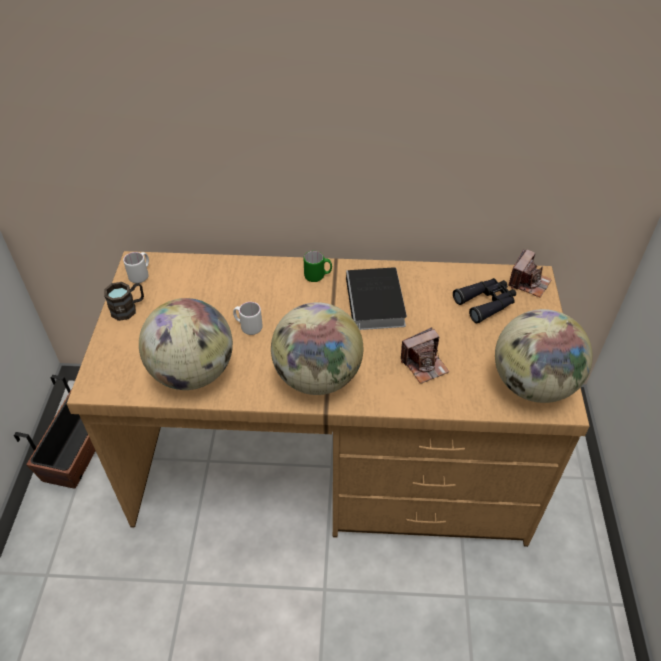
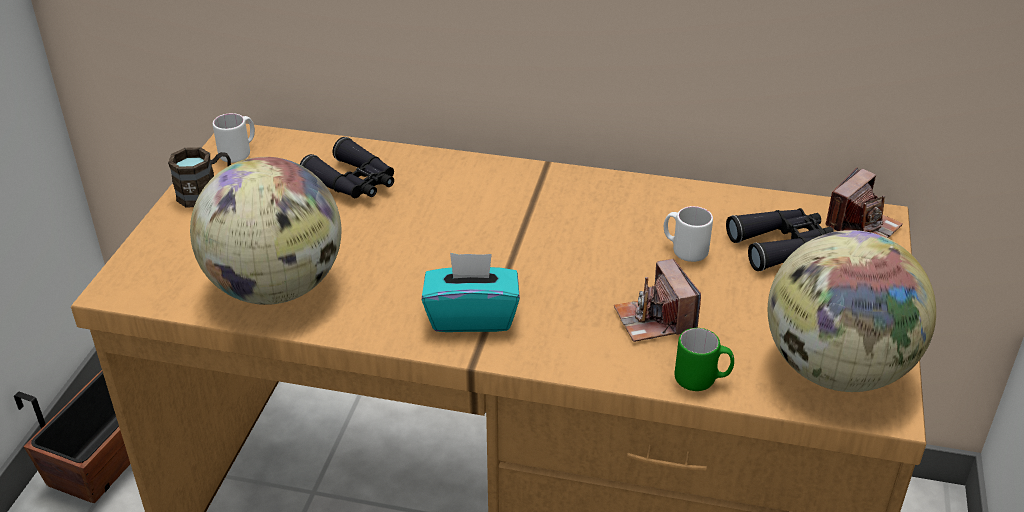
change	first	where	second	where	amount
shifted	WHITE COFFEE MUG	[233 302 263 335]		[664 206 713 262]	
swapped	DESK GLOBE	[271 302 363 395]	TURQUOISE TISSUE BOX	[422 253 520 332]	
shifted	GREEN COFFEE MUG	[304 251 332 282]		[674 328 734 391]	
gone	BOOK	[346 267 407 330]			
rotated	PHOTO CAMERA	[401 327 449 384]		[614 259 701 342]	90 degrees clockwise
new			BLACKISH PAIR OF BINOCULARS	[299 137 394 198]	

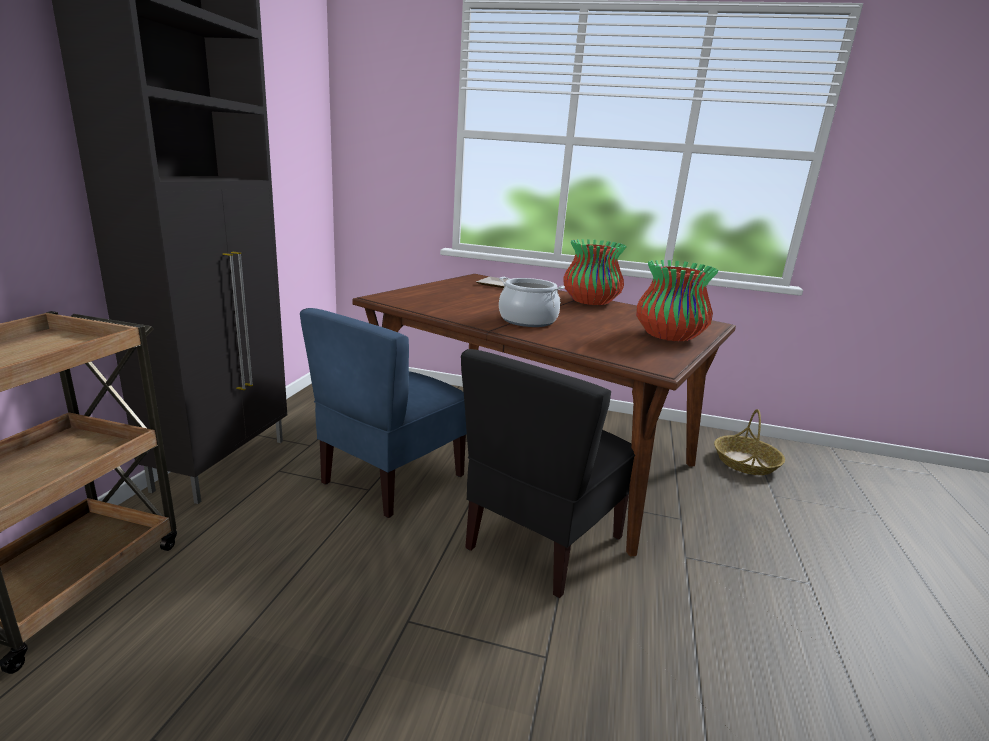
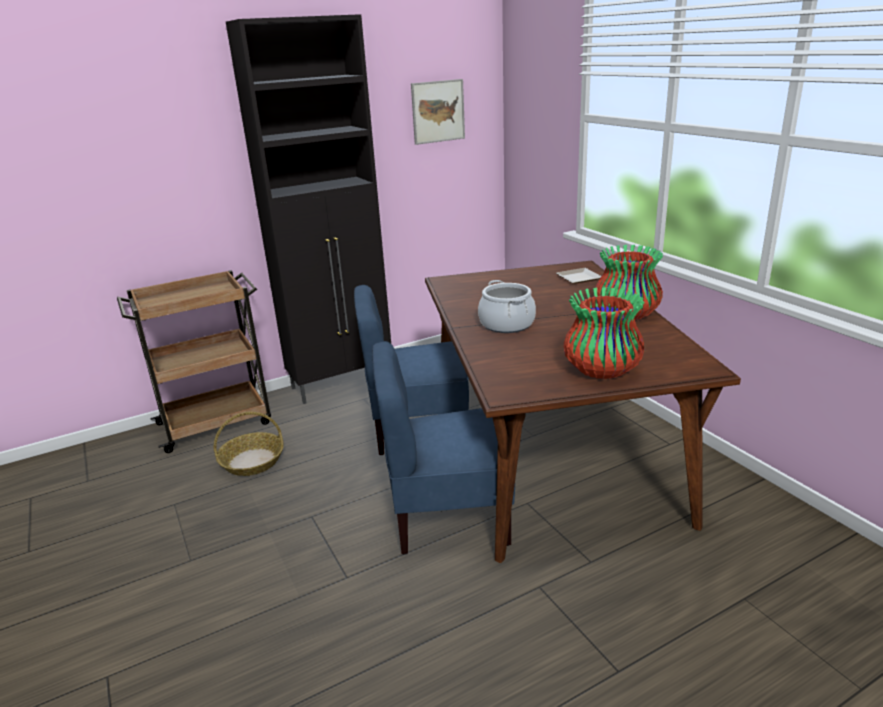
change	first	where	second	where	amount
repainted	BLACKISH PLAIN CHAIR	[461 349 635 598]	BLUE PLAIN CHAIR	[372 341 515 554]	
shifted	BASKET	[714 409 785 475]		[214 412 284 476]	
new			WALL PICTURE	[411 79 465 145]	

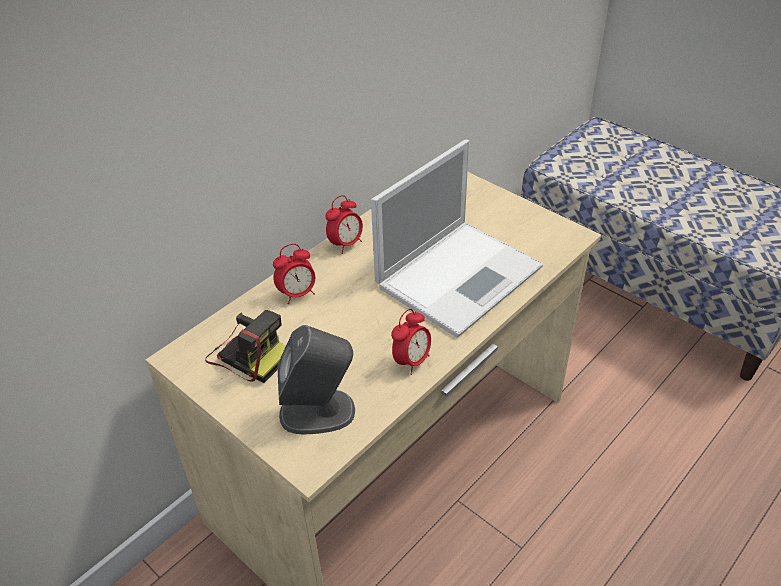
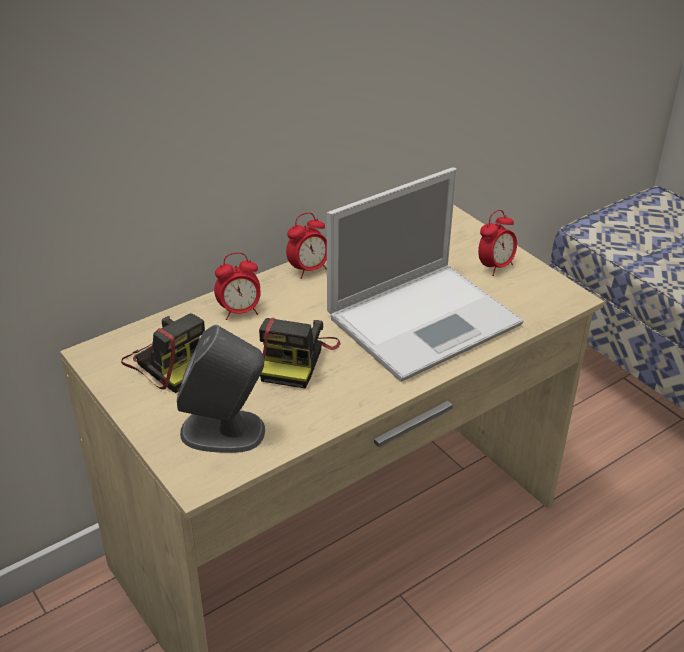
change	first	where	second	where	amount
shifted	BEDSIDE CLOCK	[391 309 431 375]		[478 210 517 276]	
new			PHOTO CAMERA	[259 318 340 389]	

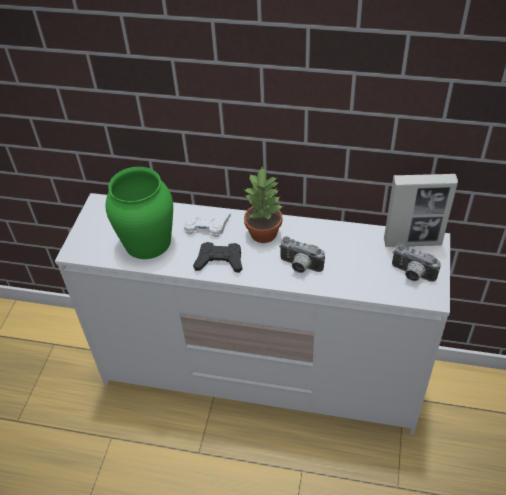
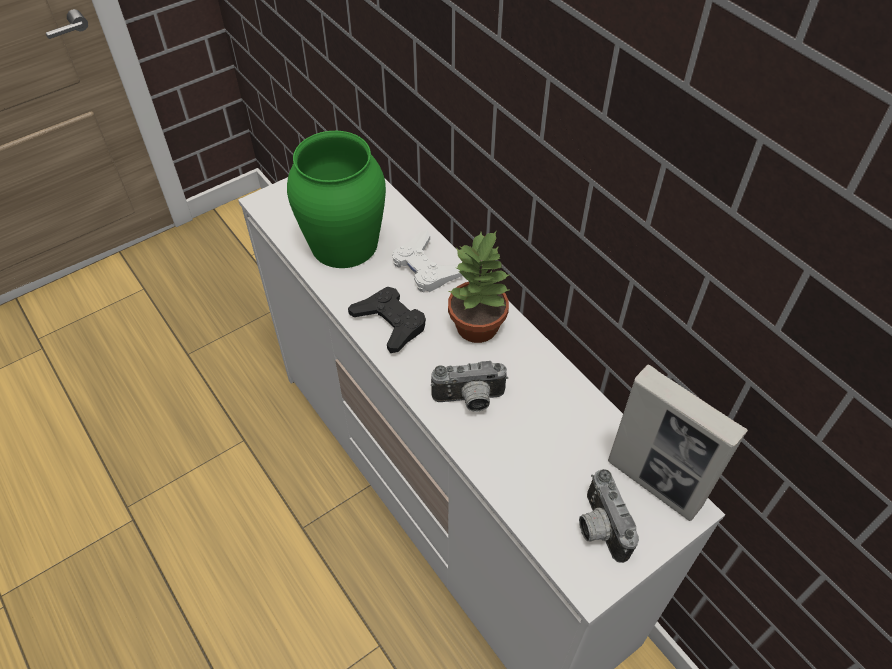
change	first	where	second	where	amount
rotated	PHOTO CAMERA	[279 236 325 273]		[431 361 508 412]	75 degrees counterclockwise

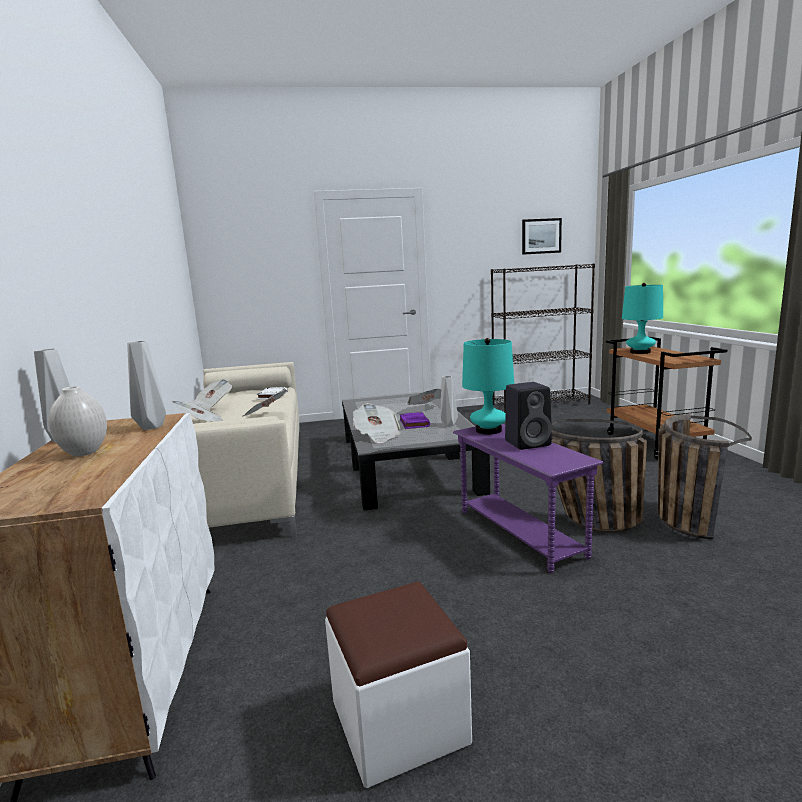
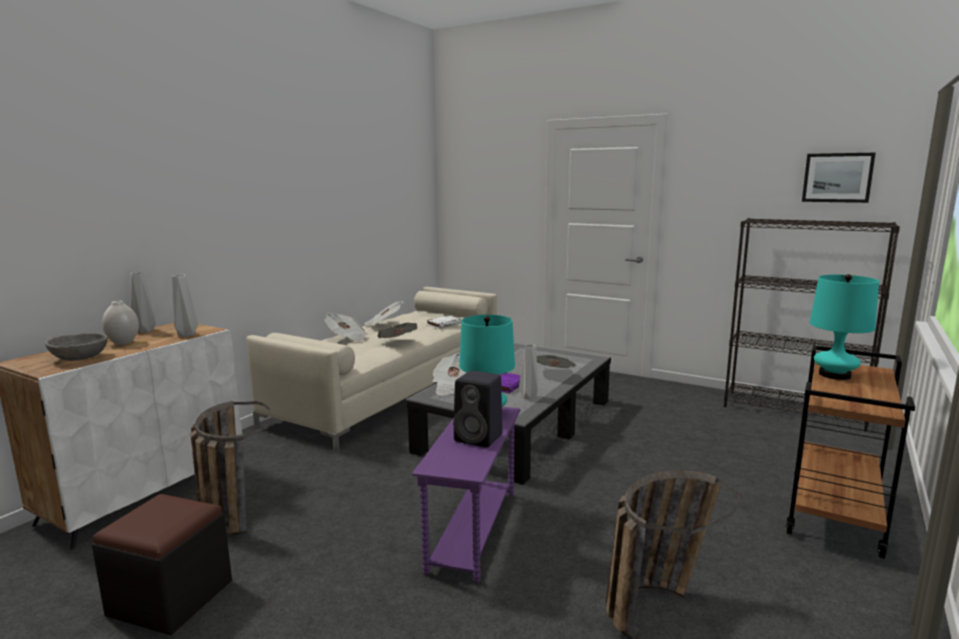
change	first	where	second	where	amount
repainted	WHITE FOOTREST	[325 582 472 788]	BLACKISH FOOTREST	[92 494 232 635]	
shifted	BASKET	[551 419 647 533]		[190 401 271 535]	
new			GRAY BOWL	[45 333 108 361]	

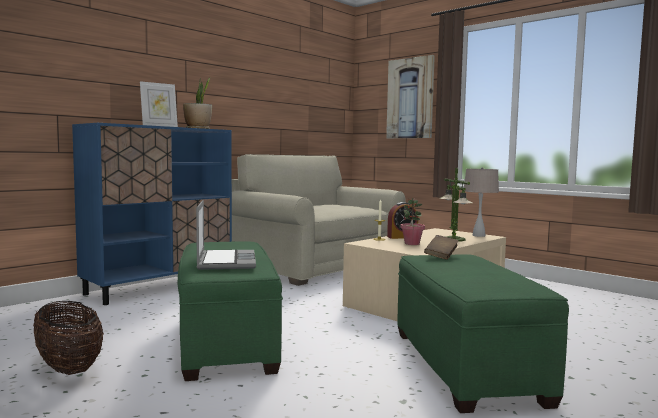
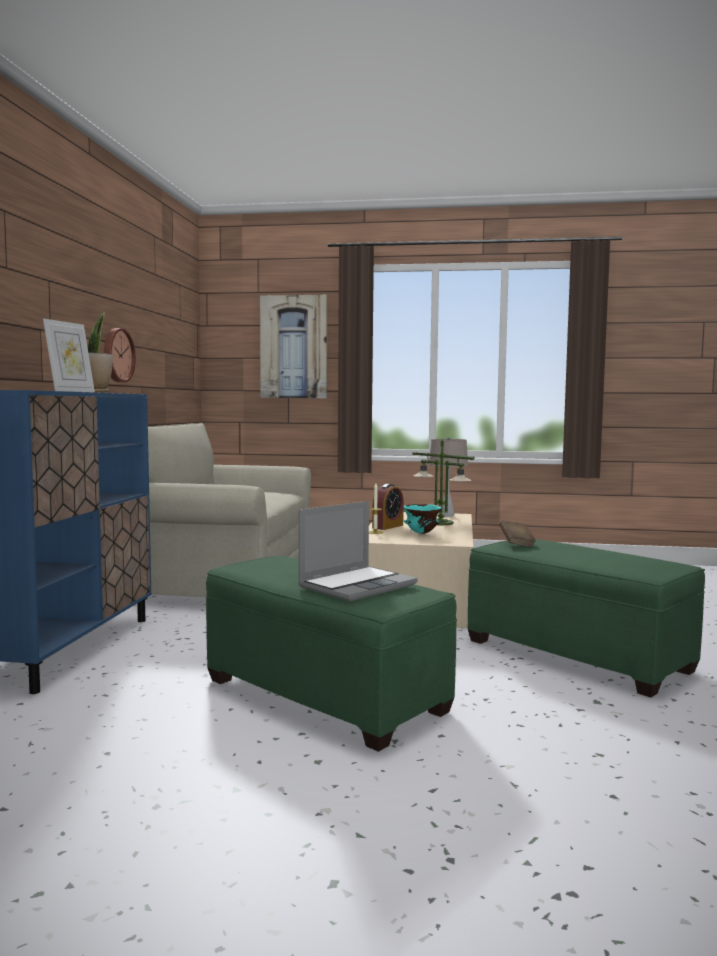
change	first	where	second	where	amount
gone	BASKET	[33 301 104 375]			
rotated	NOTEBOOK COMPUTER	[196 200 256 270]		[298 501 418 601]	90 degrees clockwise
swapped	POTTED PLANT	[401 198 425 245]	TURQUOISE BOWL	[403 504 442 534]	
new			CLOCK ON THE WALL	[104 328 136 383]	

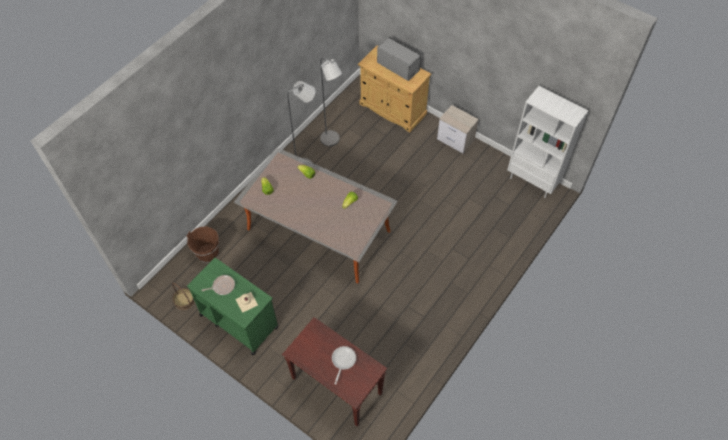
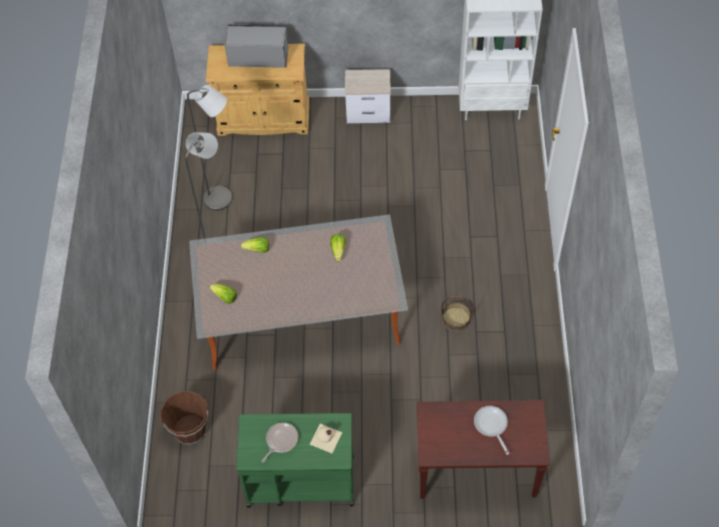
change	first	where	second	where	amount
shifted	BASKET	[172 283 195 310]		[441 296 473 332]	

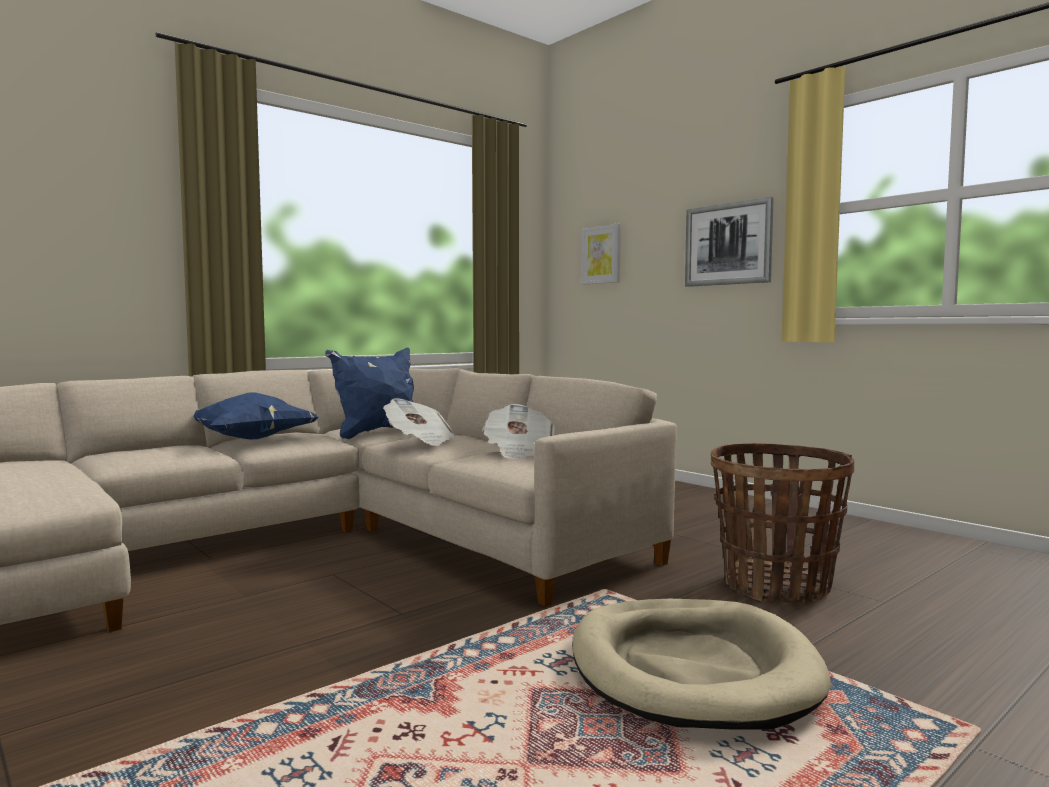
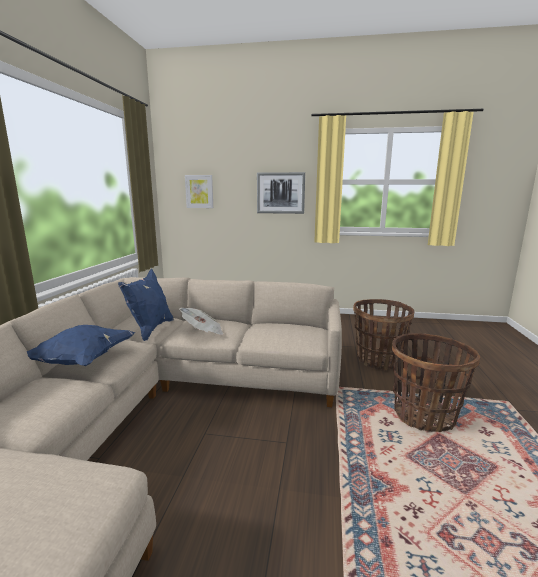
change	first	where	second	where	amount
gone	PRINTED PAPER	[482 404 555 459]			
swapped	BEIGE-COLOURED DOG BED	[572 599 831 729]	BASKET	[392 333 480 432]	

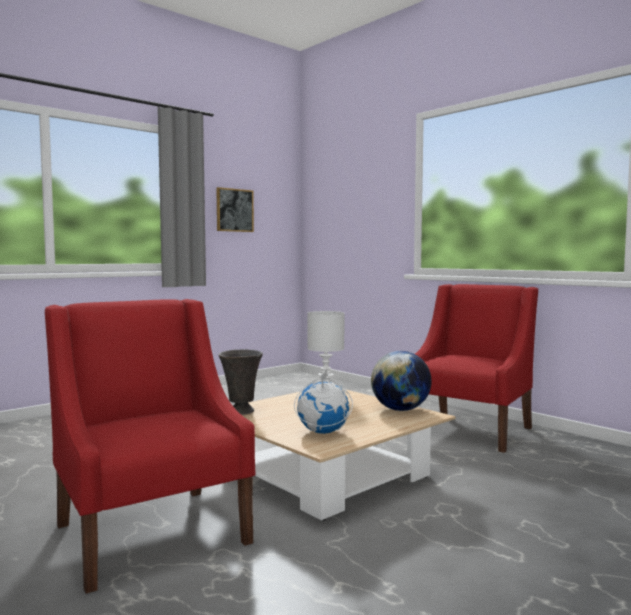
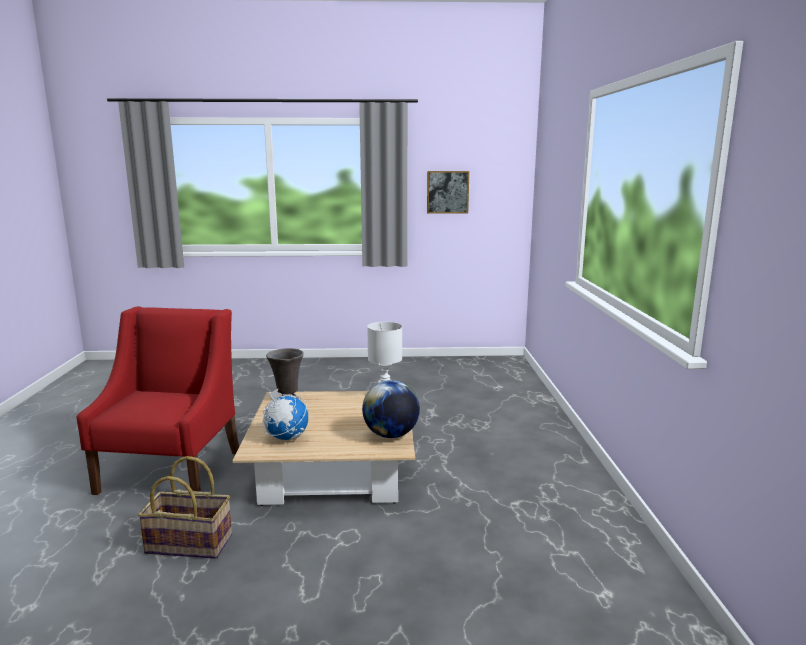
change	first	where	second	where	amount
gone	REDDISH EASY CHAIR	[415 284 538 453]			
new			BASKET	[138 456 232 559]	

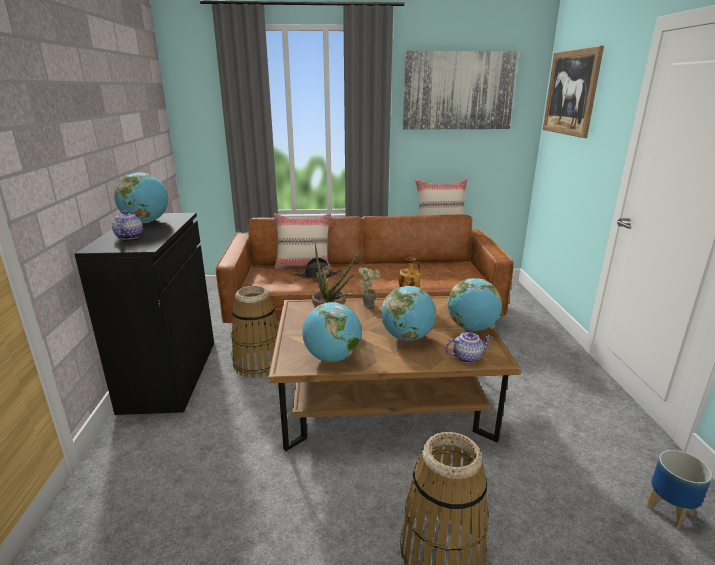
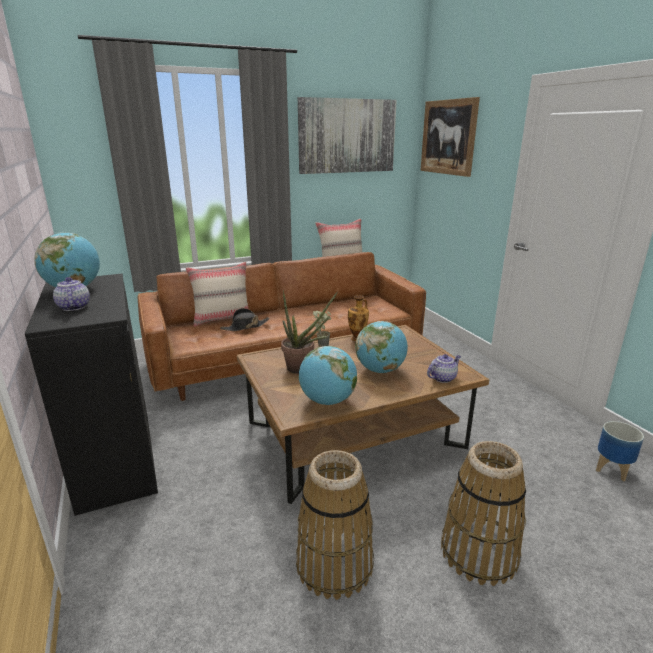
change	first	where	second	where	amount
shifted	BASKET	[231 286 279 378]		[296 450 374 600]	
gone	DESK GLOBE	[448 278 502 331]			

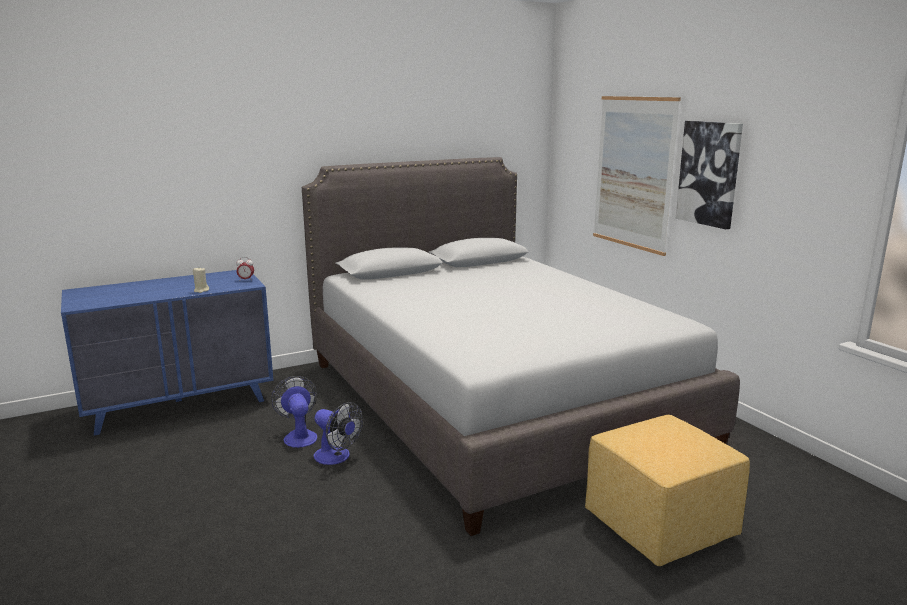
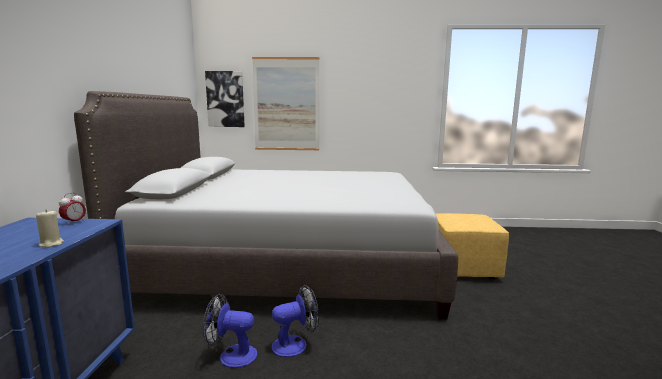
change	first	where	second	where	amount
shifted	WALL PICTURE	[676 121 743 229]		[205 71 245 127]	

